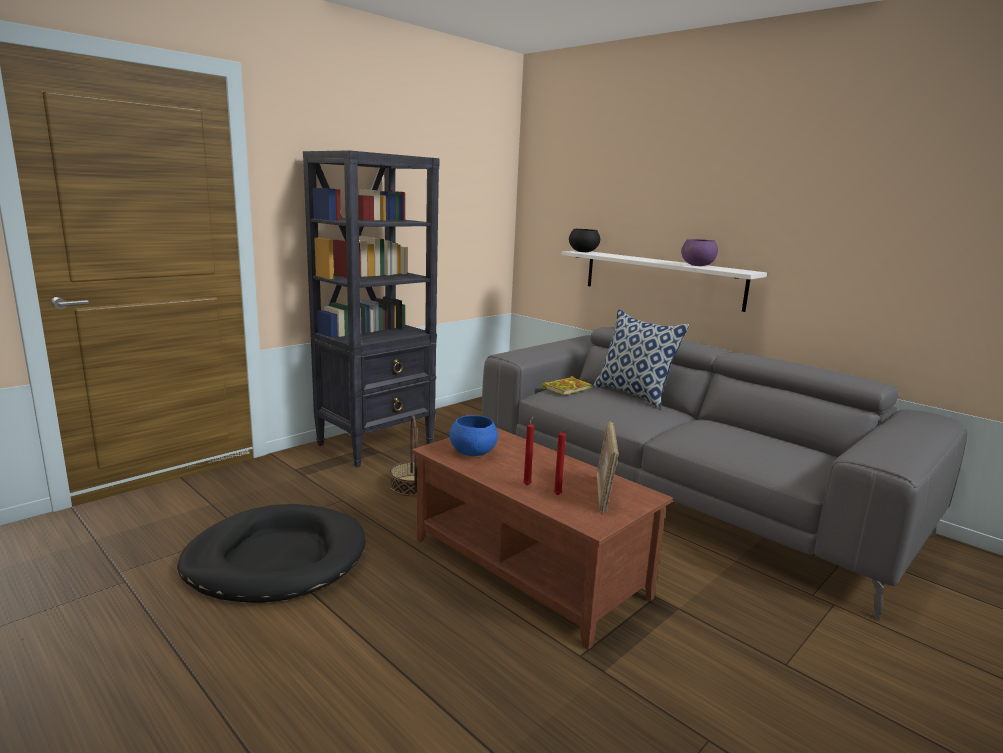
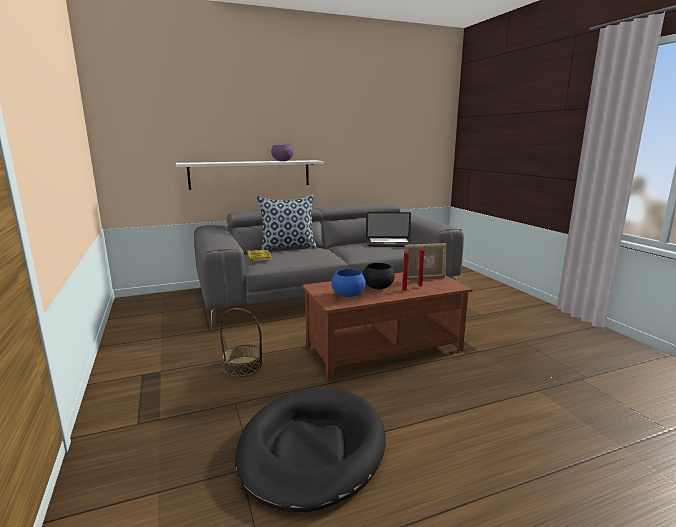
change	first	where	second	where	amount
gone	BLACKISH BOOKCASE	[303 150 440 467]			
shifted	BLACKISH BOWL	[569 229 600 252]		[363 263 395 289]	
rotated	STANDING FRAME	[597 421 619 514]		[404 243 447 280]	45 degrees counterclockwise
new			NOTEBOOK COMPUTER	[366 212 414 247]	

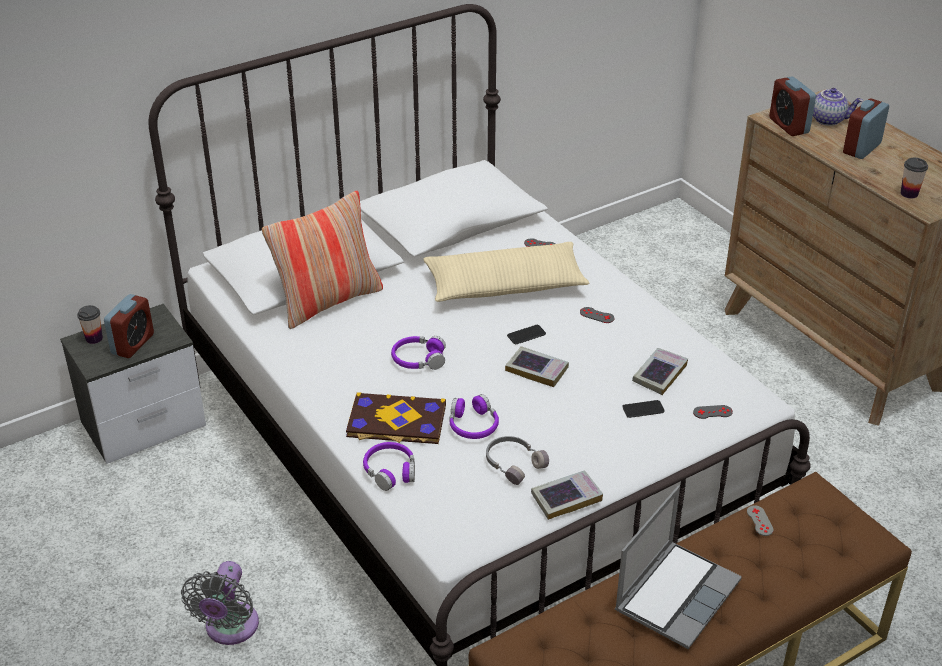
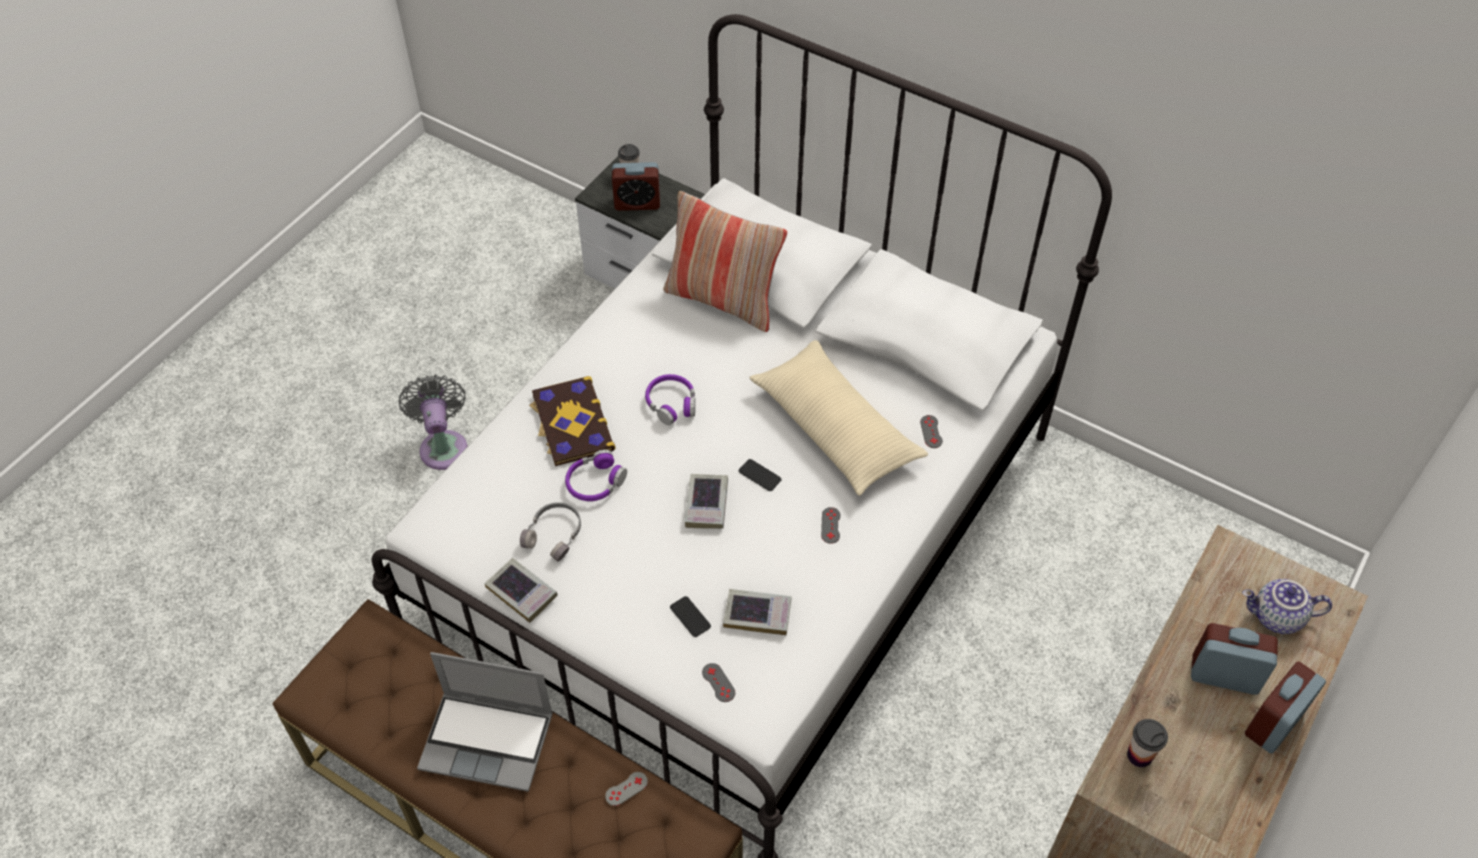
change	first	where	second	where	amount
rotated	GRAY COOLING FAN	[181 561 259 645]		[399 374 468 470]	90 degrees clockwise
gone	PURPLE PAIR OF HEADPHONES	[363 442 415 491]			
shifted	BEDSIDE CLOCK	[769 77 816 136]		[1245 662 1326 754]	
rotated	TEA POT	[813 88 863 126]		[1242 579 1332 634]	105 degrees clockwise

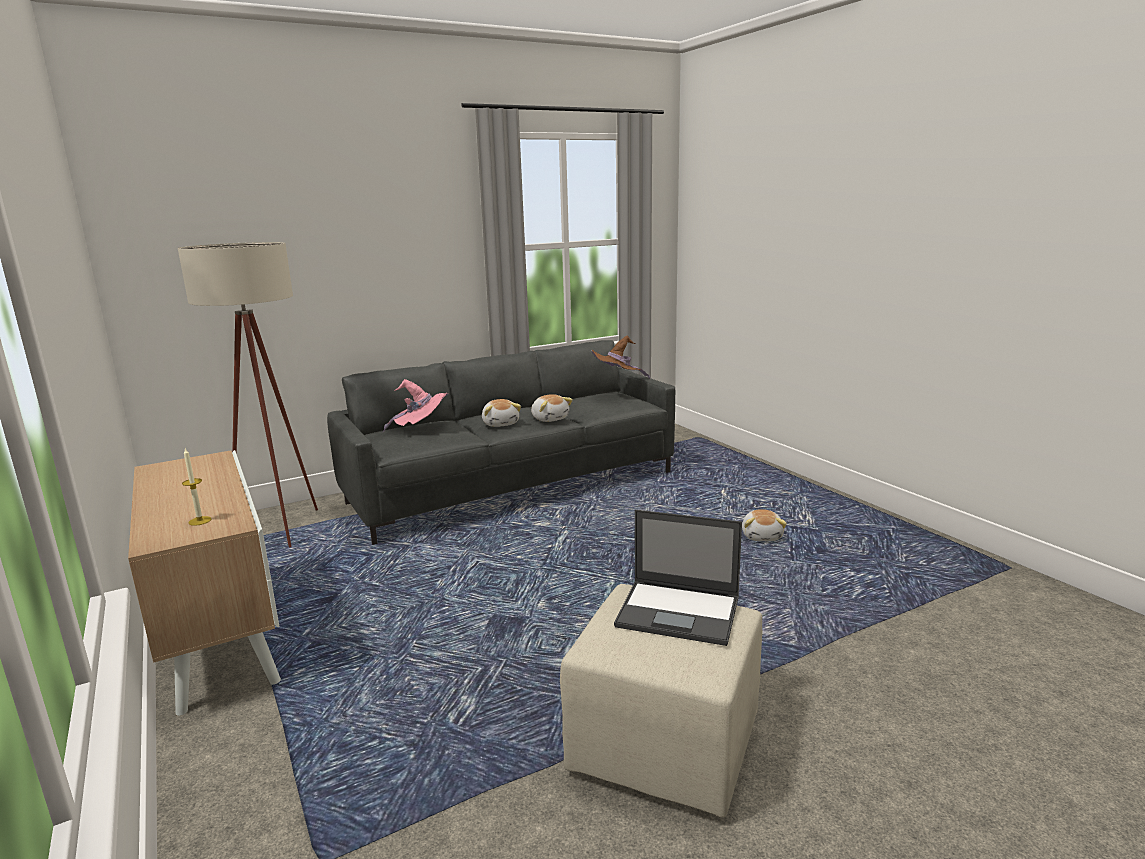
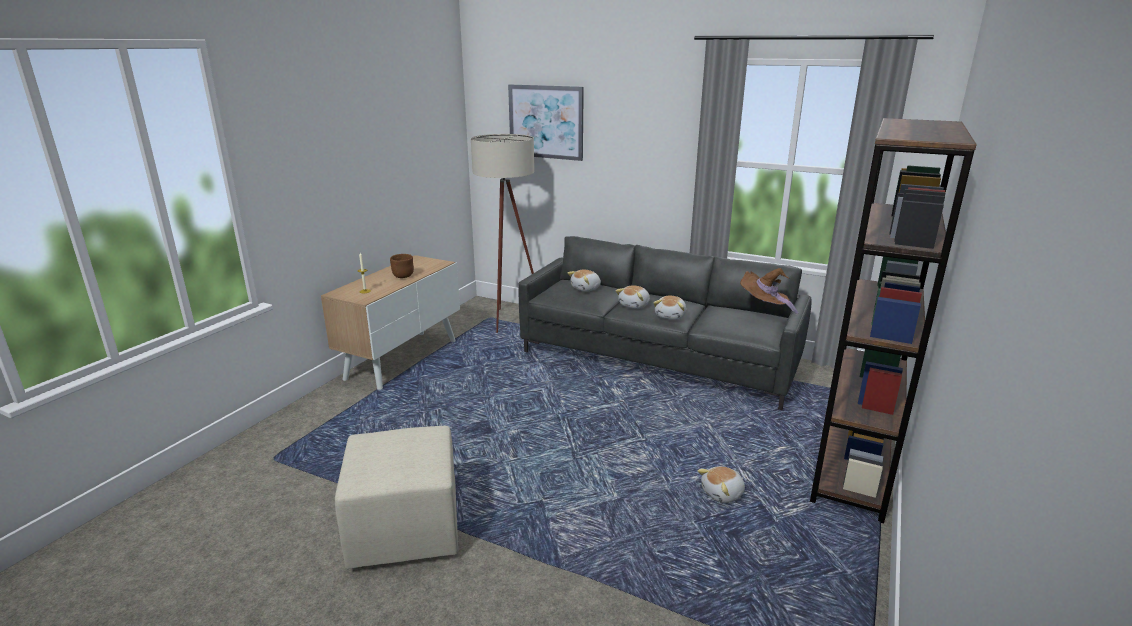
change	first	where	second	where	amount
swapped	PINK HAT	[382 379 449 433]	SOFT TOY	[568 270 601 292]	
gone	NOTEBOOK COMPUTER	[614 510 742 646]			
new			BROWN BOWL	[390 254 414 278]	
new			WALL PICTURE	[508 85 584 161]	
new			BROWN BOOKCASE	[810 118 977 523]	

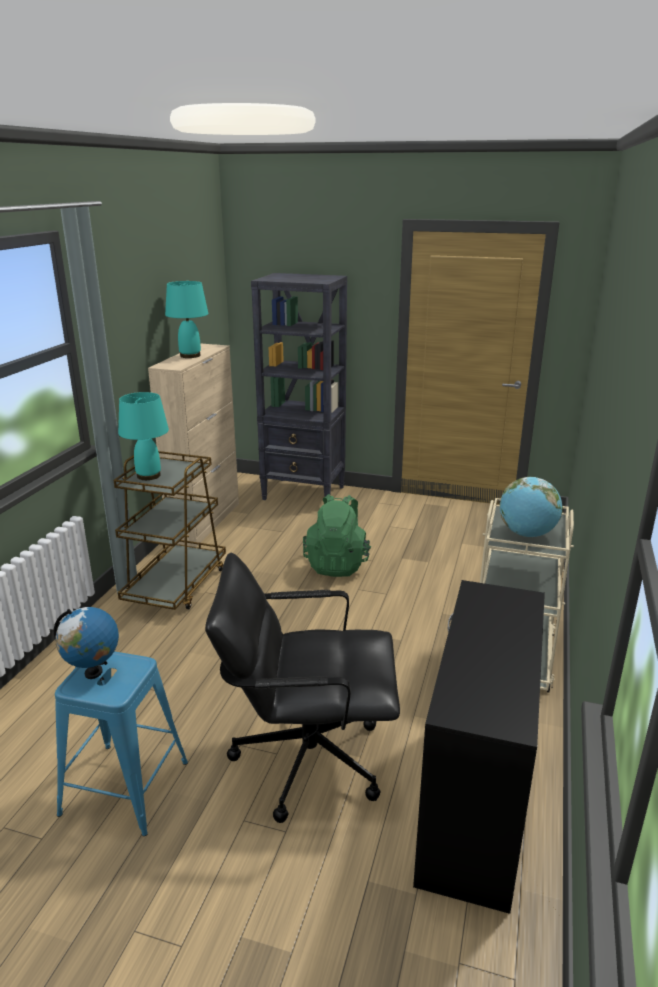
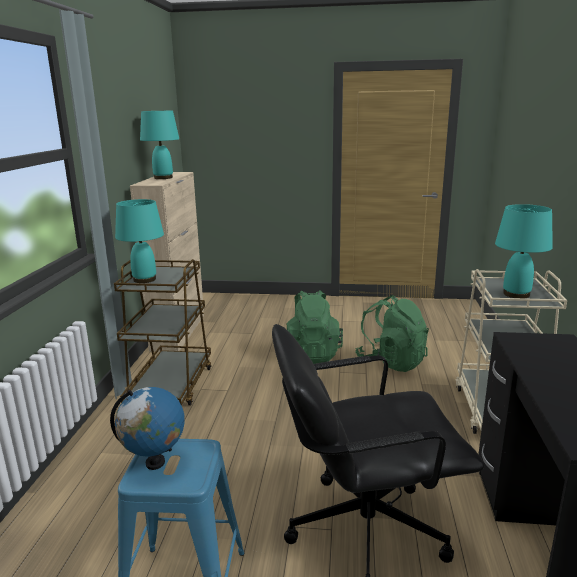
change	first	where	second	where	amount
gone	BLACKISH BOOKCASE	[251 273 347 500]			
swapped	DESK GLOBE	[500 477 563 537]	TURQUOISE TABLE LAMP	[495 204 553 298]	
new			GREEN KNAPSACK	[355 295 429 372]	

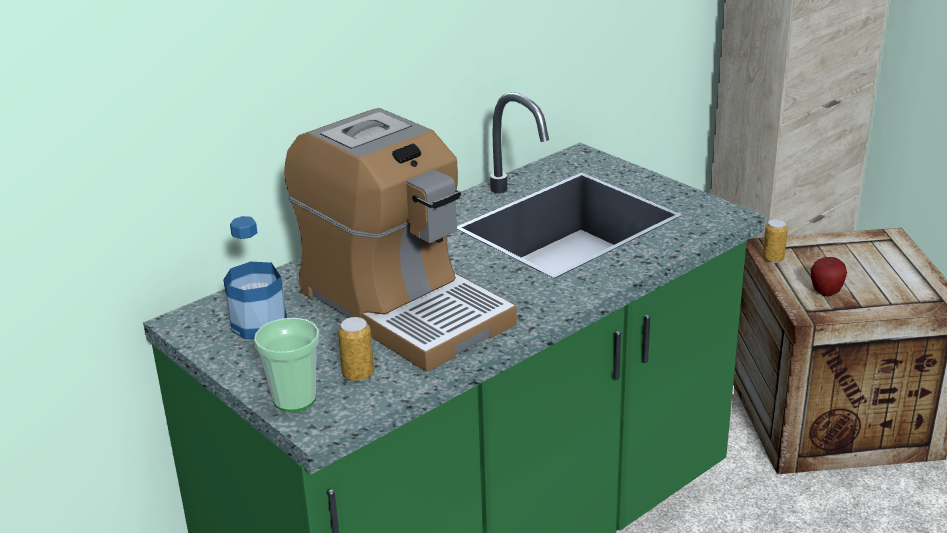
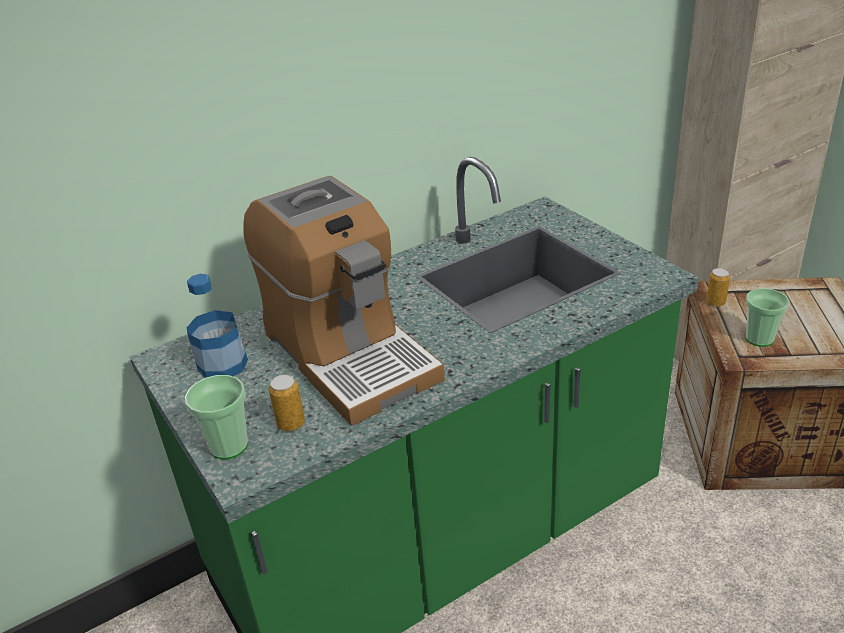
change	first	where	second	where	amount
swapped	WHOLE APPLE	[811 257 847 296]	DRINKING CUP	[746 288 789 347]	

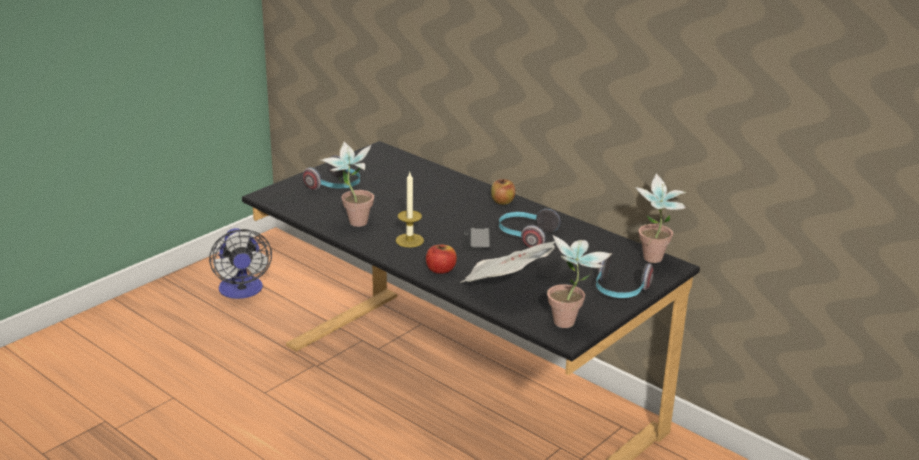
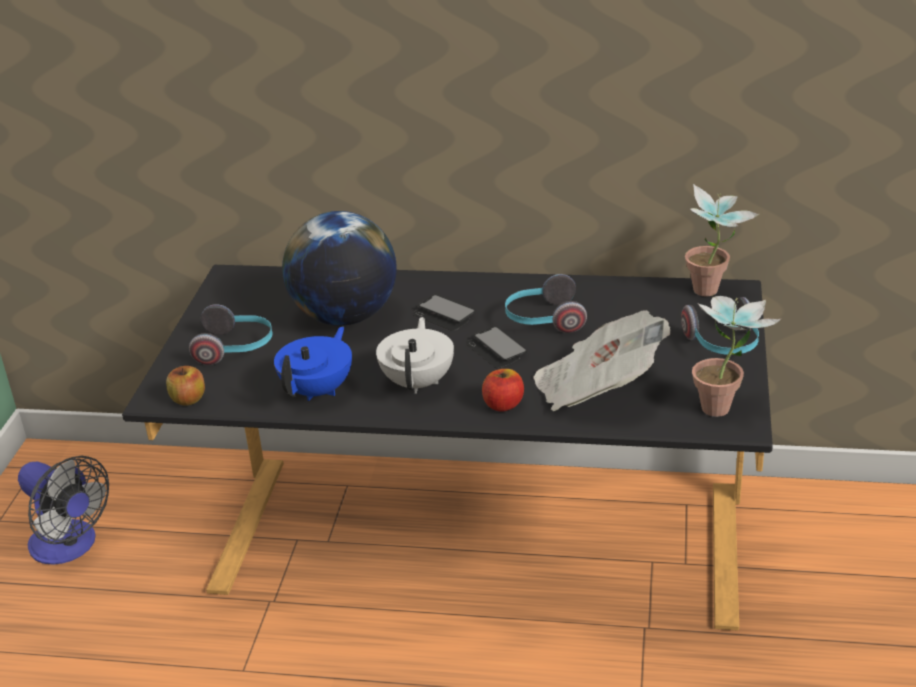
change	first	where	second	where	amount
swapped	POTTED PLANT	[321 142 374 227]	BLUE TEA POT	[274 327 352 401]	
swapped	WAX LIGHT	[396 172 424 248]	WHITE TEA POT	[376 317 454 394]	
shifted	WHOLE APPLE	[491 178 515 205]		[166 366 205 406]	
new			DESK GLOBE	[282 211 397 326]	
new			PHONE	[412 295 476 331]	

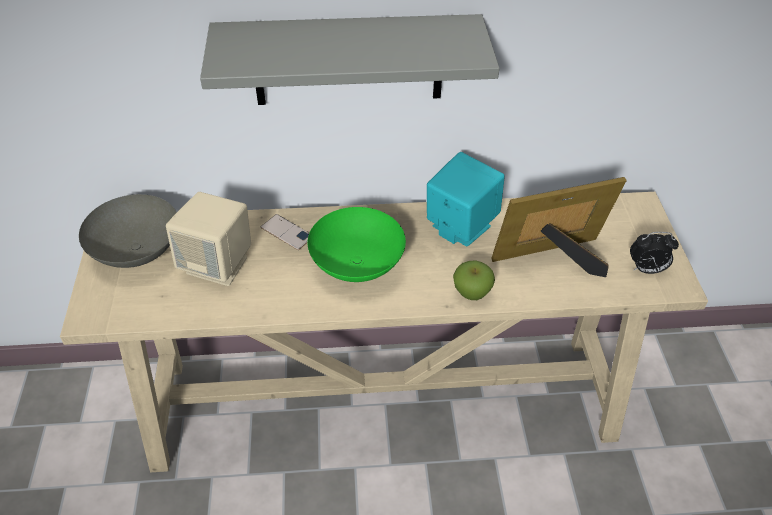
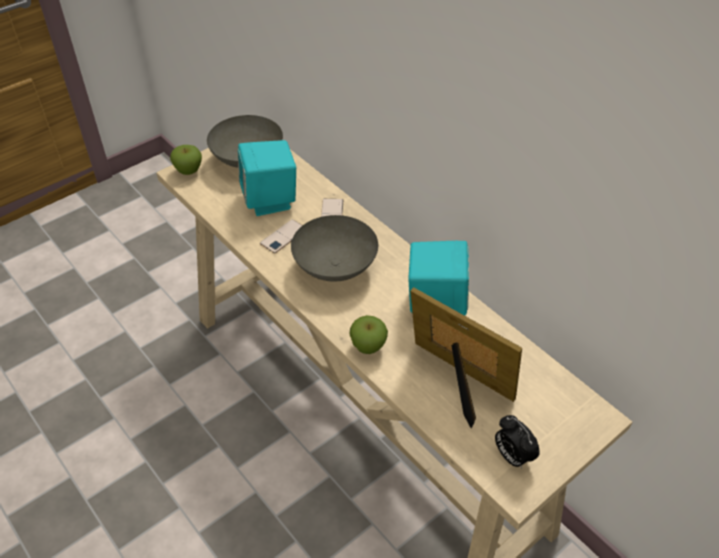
change	first	where	second	where	amount
repainted	BEIGE-COLOURED AUDIO SPEAKER	[166 192 251 286]	TURQUOISE AUDIO SPEAKER	[238 140 296 216]	
gone	GRAY BRACKET SHELF	[200 14 500 105]			
repainted	GREEN BOWL	[308 207 406 282]	GRAY BOWL	[291 215 378 282]	
new			WHOLE APPLE	[170 145 202 175]	
new			PHONE	[260 219 303 254]	

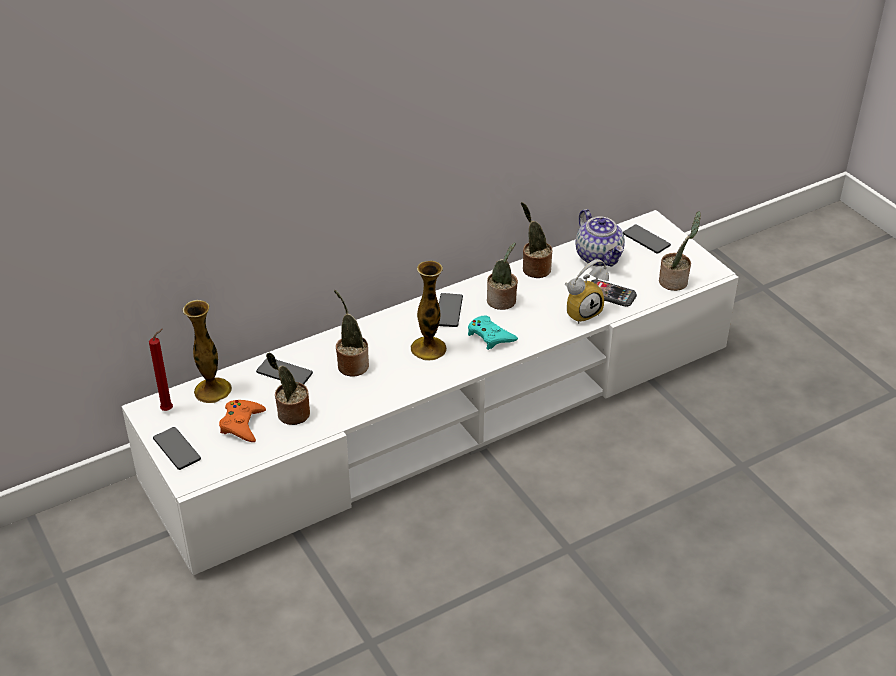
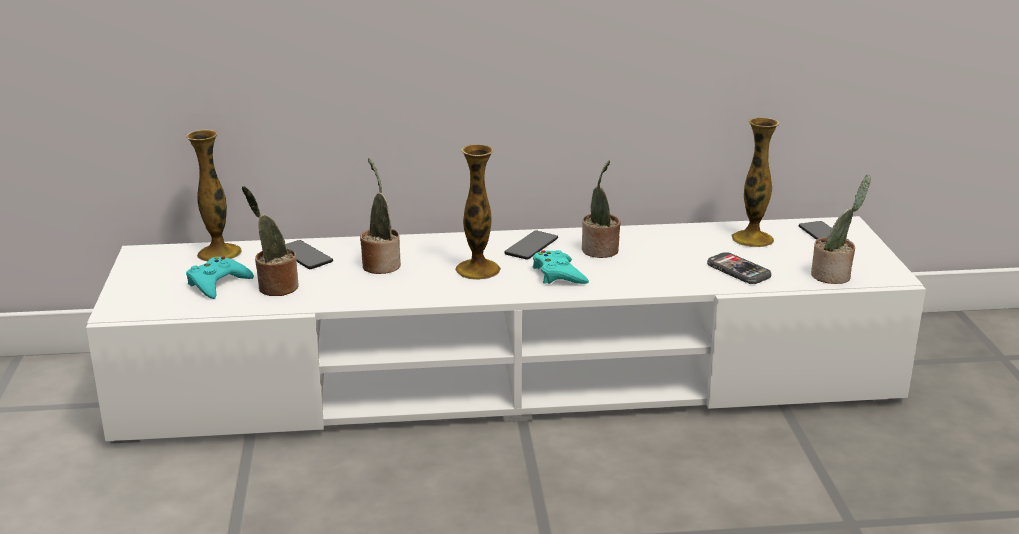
change	first	where	second	where	amount
gone	REDDISH WAX LIGHT	[149 329 173 411]			
gone	PHONE	[153 427 201 470]			
repainted	ORANGE GAMEPAD	[219 400 266 442]	TURQUOISE GAMEPAD	[186 257 254 299]	
gone	POTTED PLANT	[521 202 552 278]			
gone	BEDSIDE CLOCK	[564 259 609 324]			
swapped	TEA POT	[575 209 625 267]	FLOWER VASE	[731 118 780 247]	

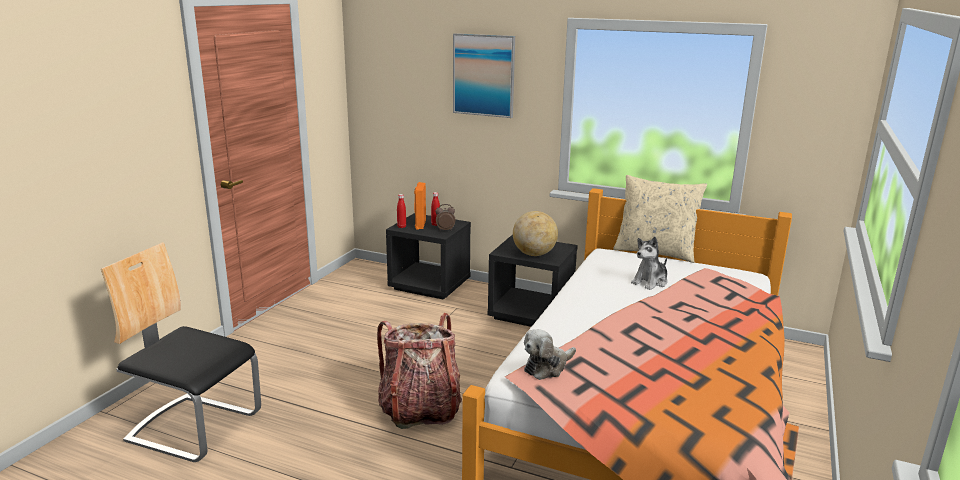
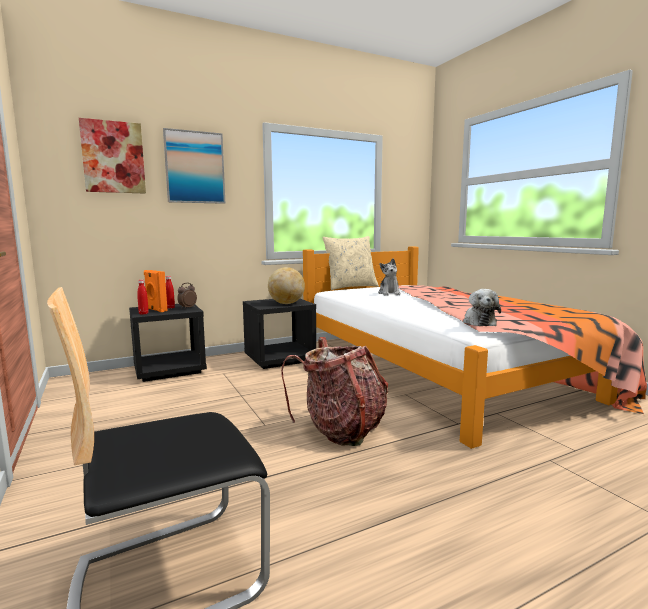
change	first	where	second	where	amount
new			WALL PICTURE	[79 118 146 194]	

